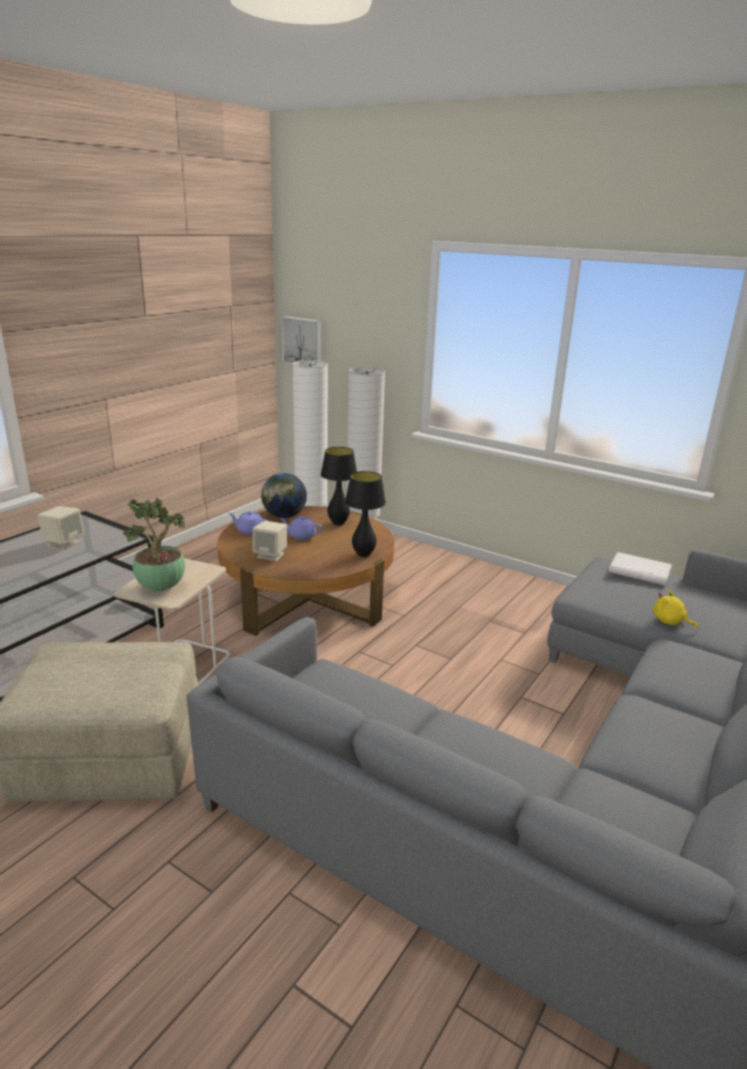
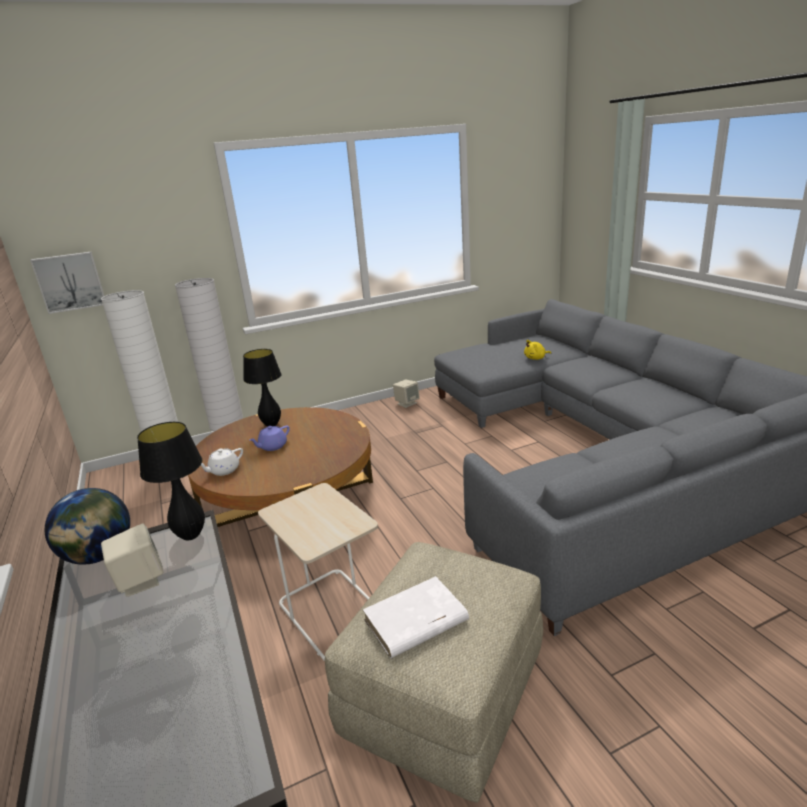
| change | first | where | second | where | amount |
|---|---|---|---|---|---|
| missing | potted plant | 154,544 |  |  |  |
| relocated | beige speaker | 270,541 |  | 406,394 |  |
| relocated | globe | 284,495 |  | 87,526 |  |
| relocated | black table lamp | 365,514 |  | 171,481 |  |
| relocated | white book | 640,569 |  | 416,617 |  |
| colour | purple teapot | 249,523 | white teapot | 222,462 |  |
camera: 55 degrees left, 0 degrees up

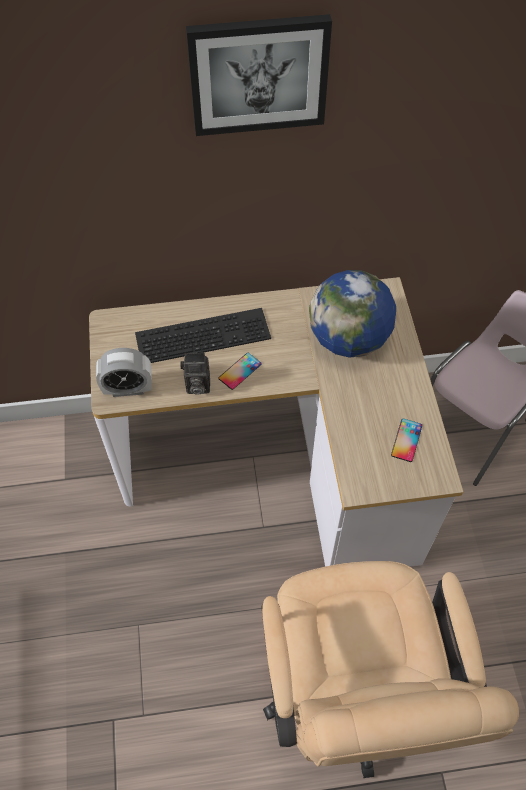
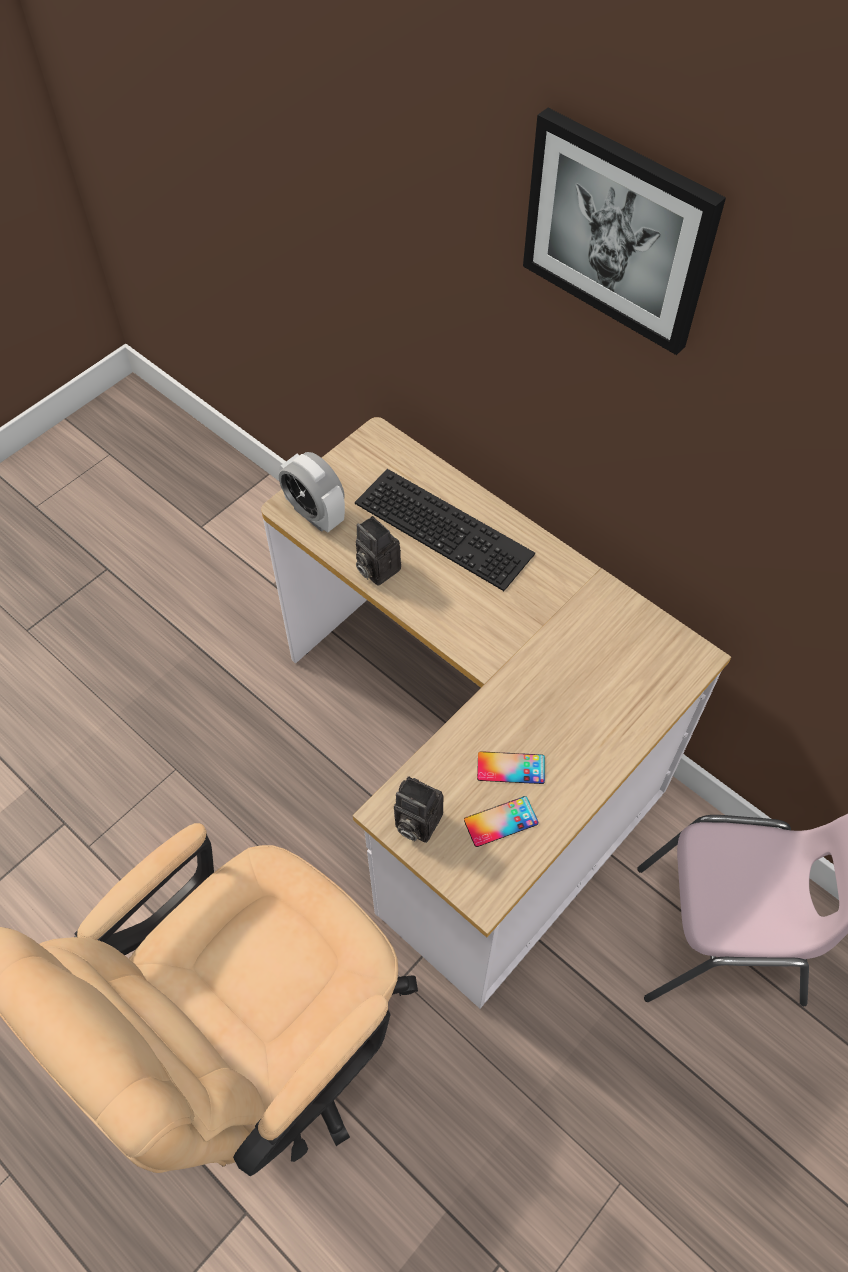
| change | first | where | second | where | amount |
|---|---|---|---|---|---|
| missing | globe | 352,314 |  |  |  |
| appeared |  |  | photo camera | 419,809 |  |
| relocated | phone | 240,371 |  | 511,767 |  |
camera: 50 degrees right, 0 degrees up

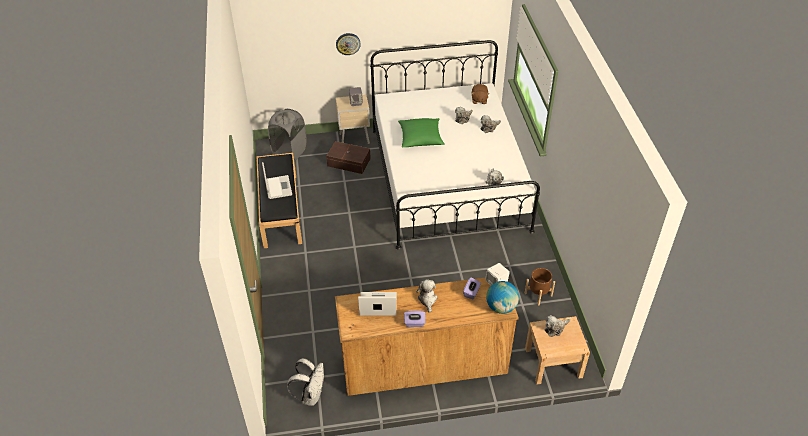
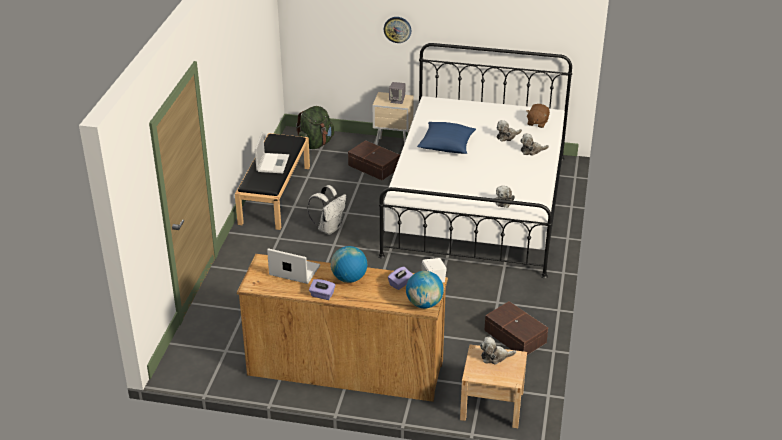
| change | first | where | second | where | amount |
|---|---|---|---|---|---|
| relocated | white backpack | 305,382 |  | 326,210 |  |
| exchanged | grey laundry basket | 287,134 | green backpack | 315,127 |  |
| exchanged | plush toy | 427,296 | globe | 349,264 |  |
| exchanged | brown planter | 540,286 | brown storage box | 516,328 |  |
| colour | green pillow | 421,132 | blue pillow | 446,138 |  |
camera: 20 degrees right, 10 degrees down

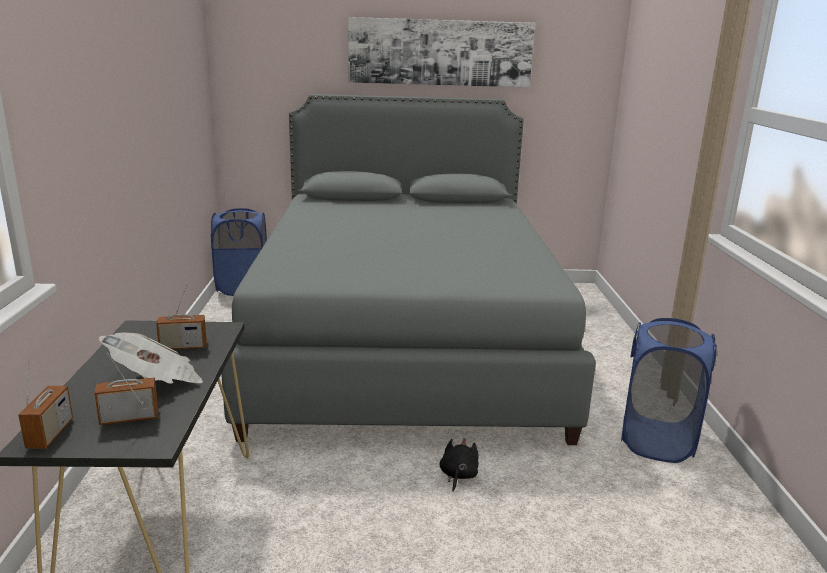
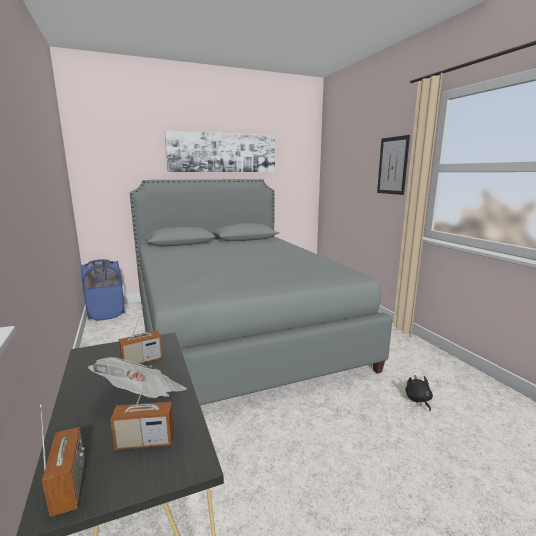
| change | first | where | second | where | amount |
|---|---|---|---|---|---|
| missing | blue laundry basket | 669,390 |  |  |  |
| appeared |  |  | picture | 393,165 |  |
| relocated | black plush toy | 459,465 |  | 419,393 |  |
| spun | radio | 126,389 |  | 142,407 | 150 degrees counterclockwise |
camera: 20 degrees left, 5 degrees down

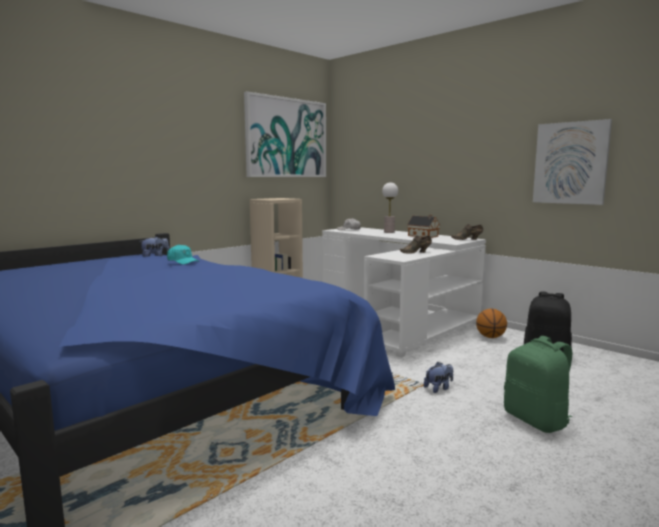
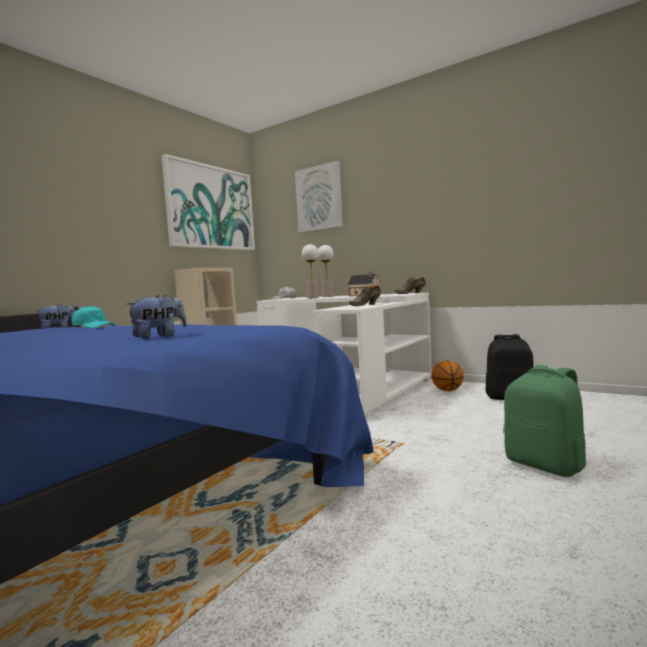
| change | first | where | second | where | amount |
|---|---|---|---|---|---|
| appeared |  |  | table lamp | 310,271 |  |
| relocated | plush toy | 438,377 |  | 156,316 |  |
| relocated | picture | 572,162 |  | 319,197 |  |
camera: 10 degrees left, 5 degrees down

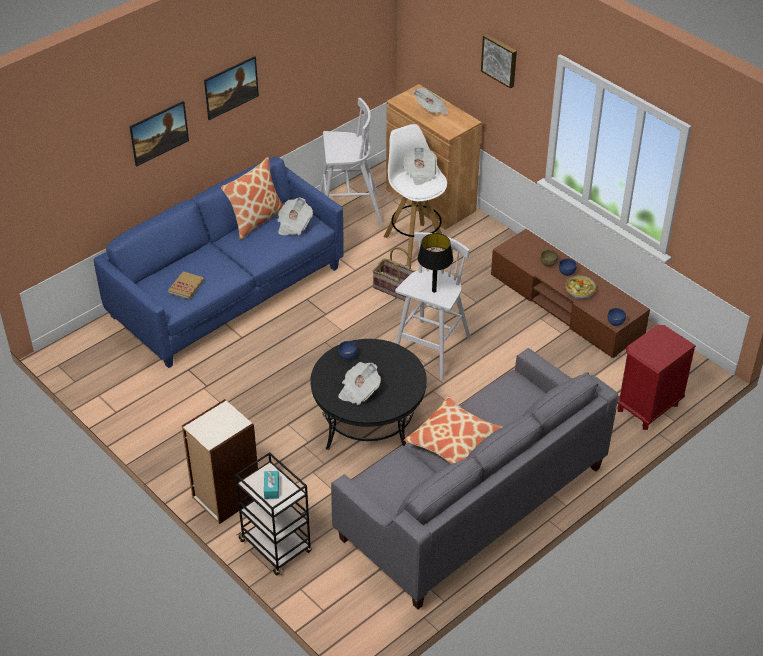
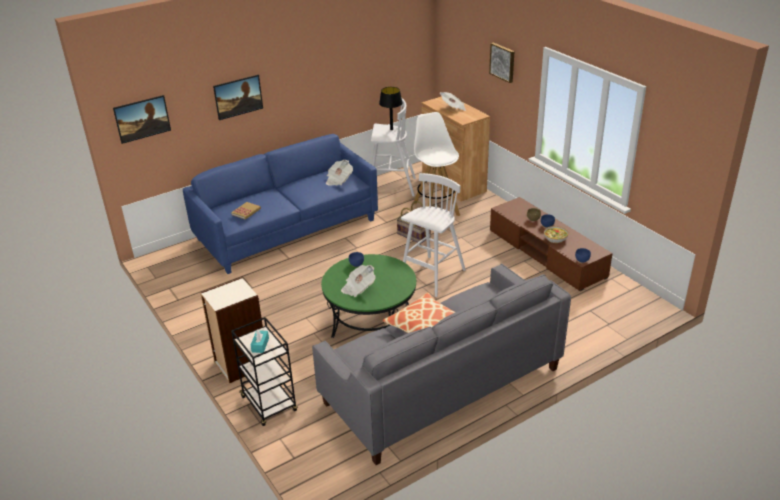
| change | first | where | second | where | amount |
|---|---|---|---|---|---|
| missing | pillow | 252,198 |  |  |  |
| missing | newspaper | 420,166 |  |  |  |
| missing | red nightstand | 657,377 |  |  |  |
| relocated | picture | 231,88 |  | 142,119 |  |
| relocated | black table lamp | 435,263 |  | 391,108 |  |
| colour | black coffee table | 368,394 | green coffee table | 368,296 |  |
camera: 10 degrees right, 10 degrees down

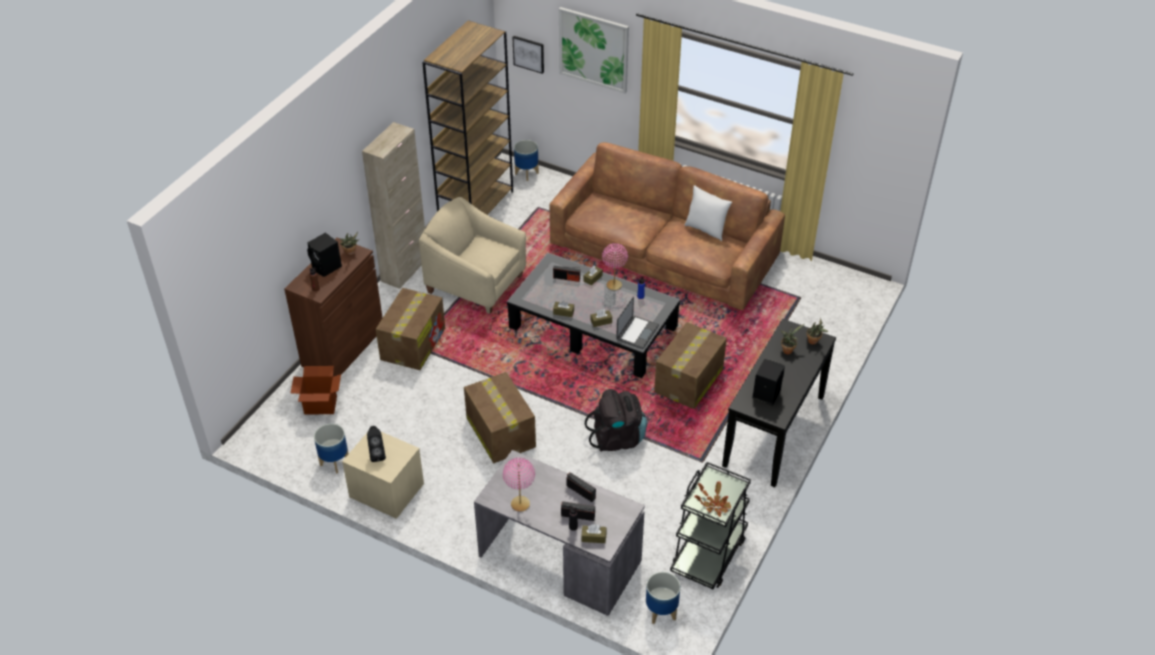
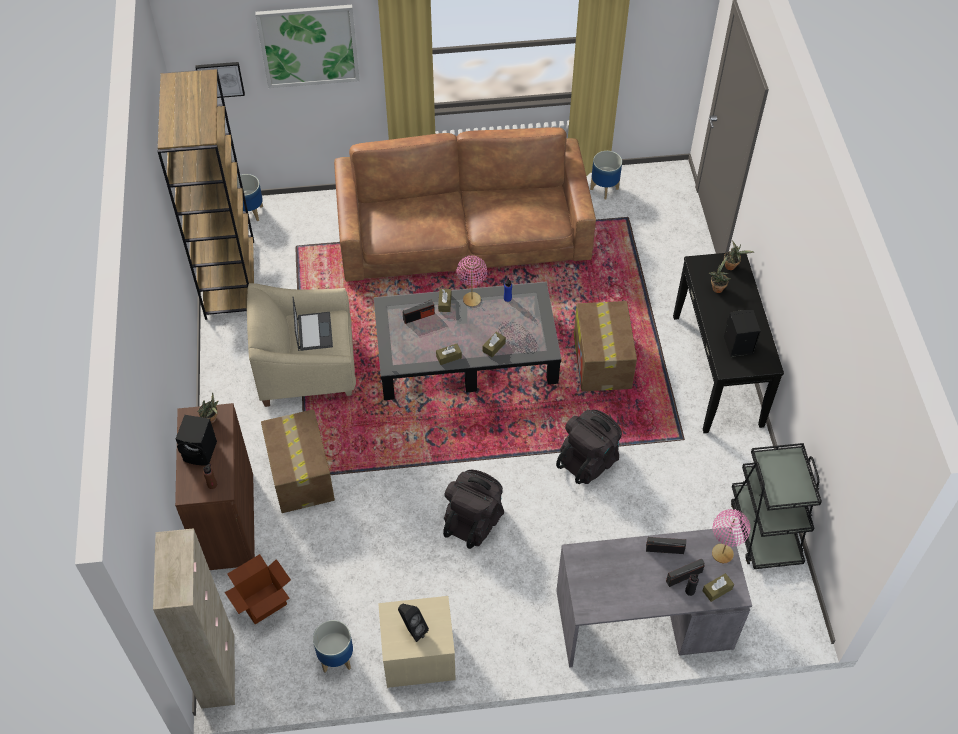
| change | first | where | second | where | amount |
|---|---|---|---|---|---|
| missing | white pillow | 708,213 |  |  |  |
| missing | potted plant | 712,499 |  |  |  |
| relocated | beige cabinet | 393,205 |  | 194,618 |  |
| relocated | pink table lamp | 519,485 |  | 731,536 |  |
| relocated | laptop | 637,322 |  | 313,324 |  |
| relocated | planter | 663,598 |  | 606,175 |  |
| exchanged | cardboard box | 500,417 | black backpack | 473,509 |  |
camera: 35 degrees left, 10 degrees up

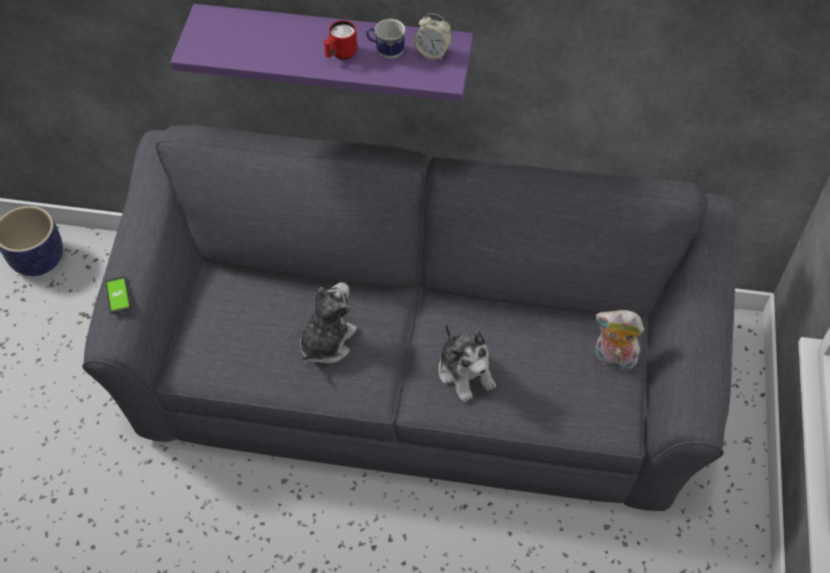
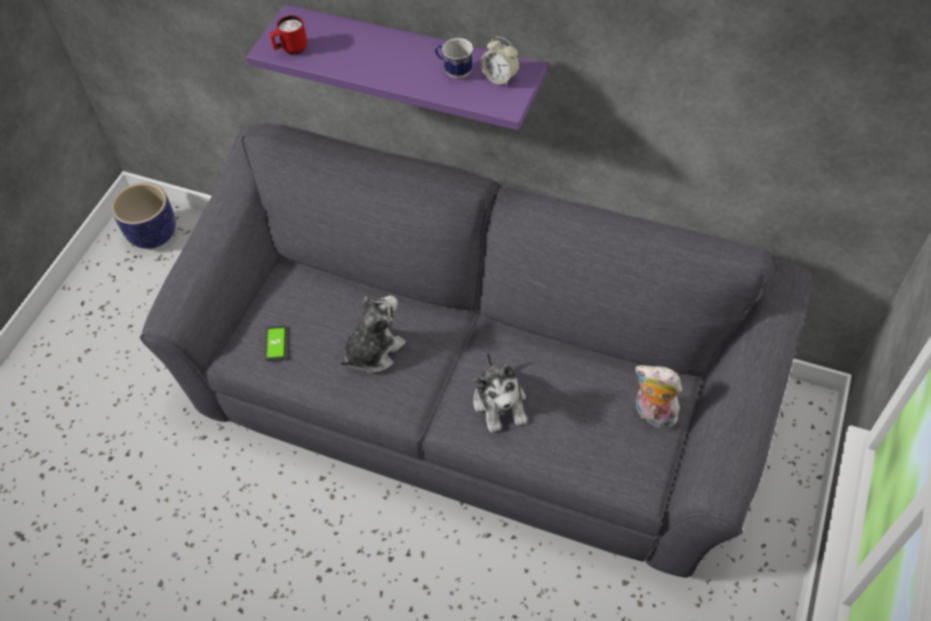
| change | first | where | second | where | amount |
|---|---|---|---|---|---|
| relocated | phone | 118,295 |  | 275,343 |  |
| relocated | red mug | 340,40 |  | 288,35 |  |
camera: 15 degrees right, 0 degrees up

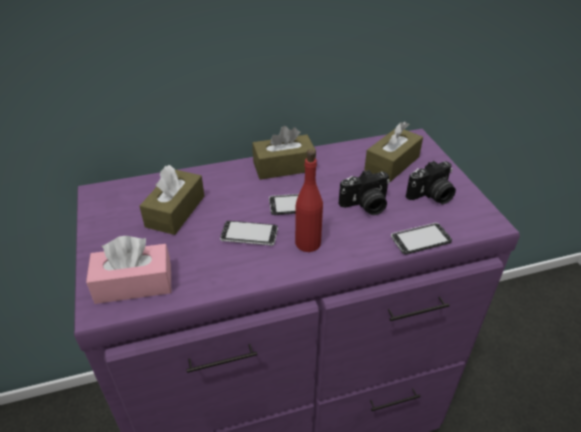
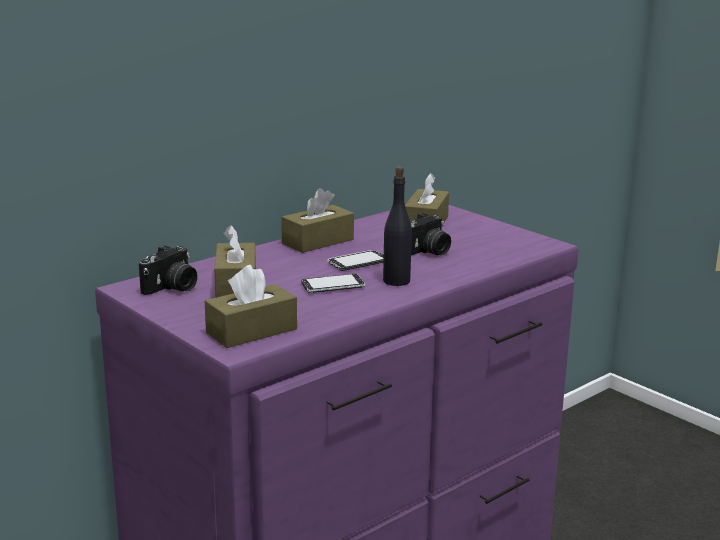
| change | first | where | second | where | amount |
|---|---|---|---|---|---|
| missing | phone | 421,239 |  |  |  |
| relocated | photo camera | 431,182 |  | 168,270 |  |
| colour | pink tissue box | 128,270 | brown tissue box | 251,306 |  |
| colour | red bottle | 309,200 | black bottle | 397,226 |  |
camera: 25 degrees left, 20 degrees down

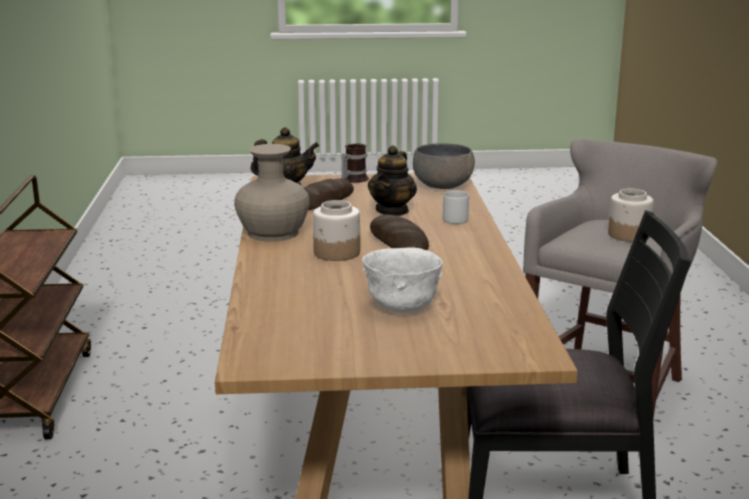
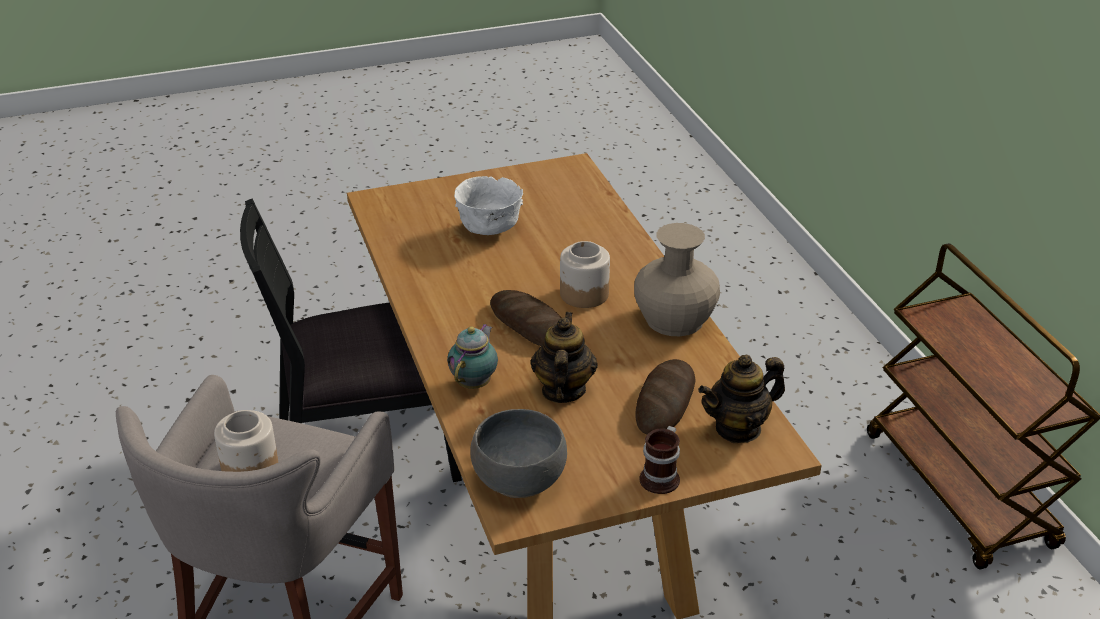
| change | first | where | second | where | amount |
|---|---|---|---|---|---|
| exchanged | grey mug | 456,207 | teapot | 472,356 |  |
camera: 165 degrees right, 15 degrees up

